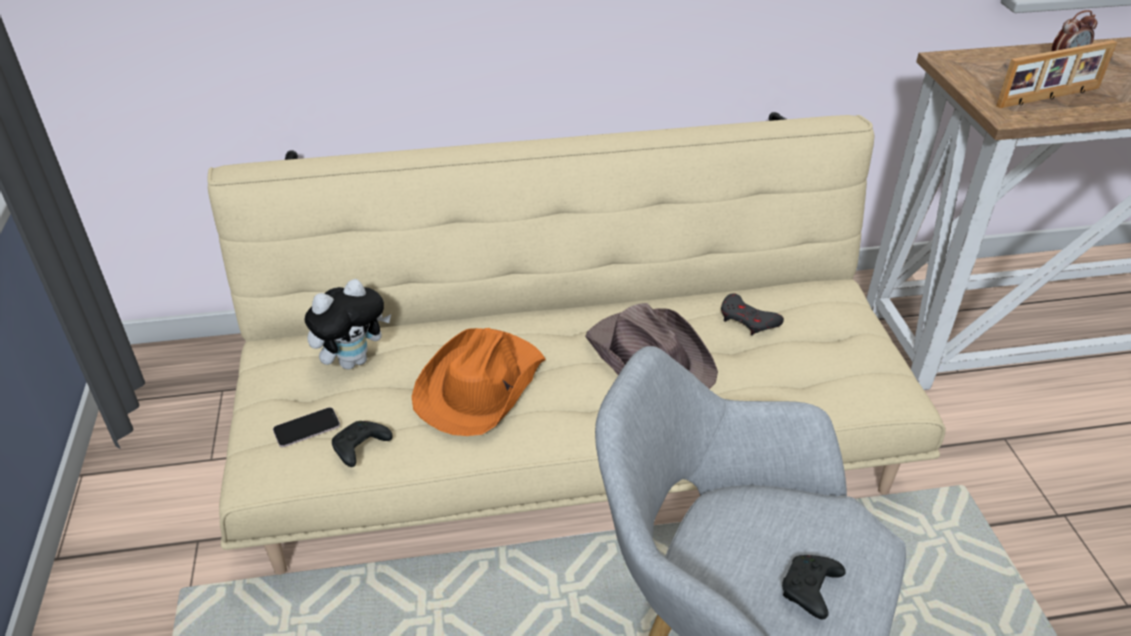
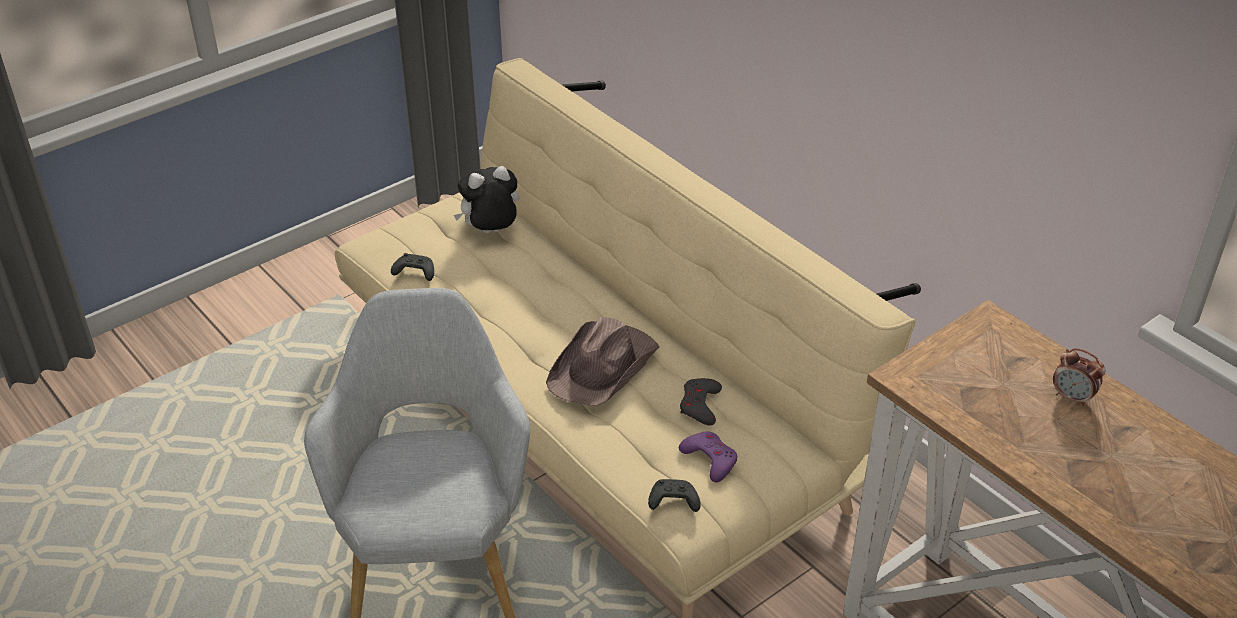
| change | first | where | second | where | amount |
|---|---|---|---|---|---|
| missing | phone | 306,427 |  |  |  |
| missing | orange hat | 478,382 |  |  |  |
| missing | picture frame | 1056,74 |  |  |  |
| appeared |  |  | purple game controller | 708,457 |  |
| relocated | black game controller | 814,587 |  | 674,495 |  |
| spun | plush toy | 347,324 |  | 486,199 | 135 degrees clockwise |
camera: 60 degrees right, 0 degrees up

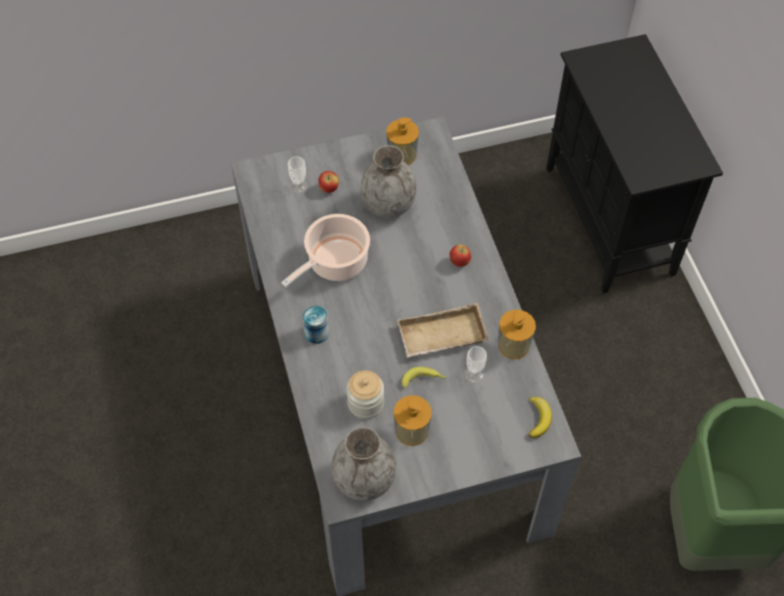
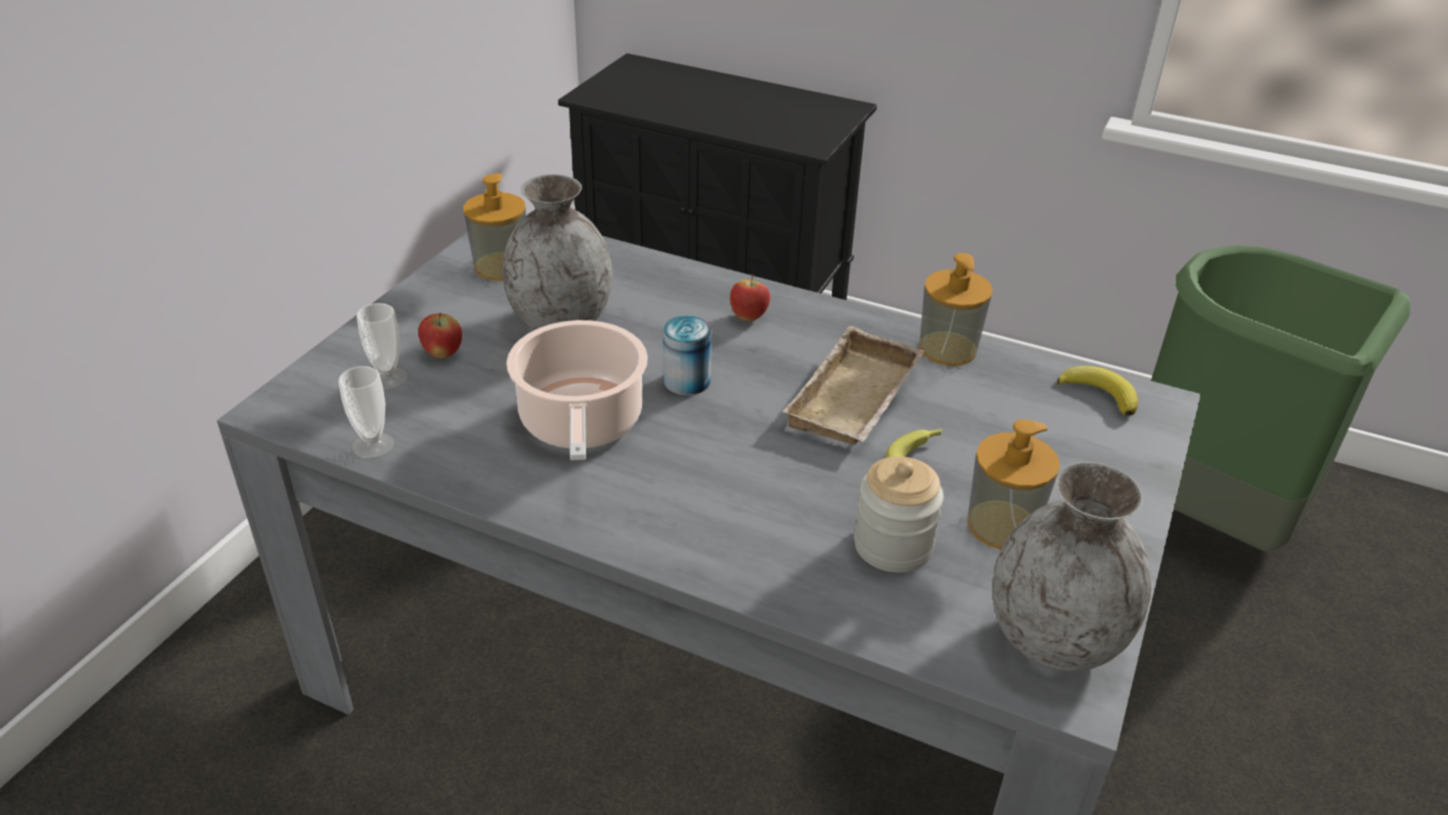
| change | first | where | second | where | amount |
|---|---|---|---|---|---|
| relocated | can | 316,325 |  | 687,355 |  |
| relocated | cup | 476,364 |  | 366,412 |  |
camera: 50 degrees left, 20 degrees down

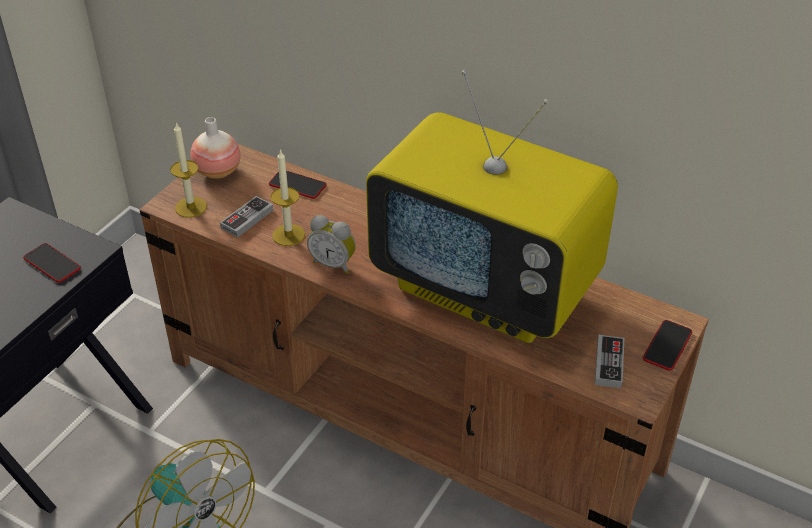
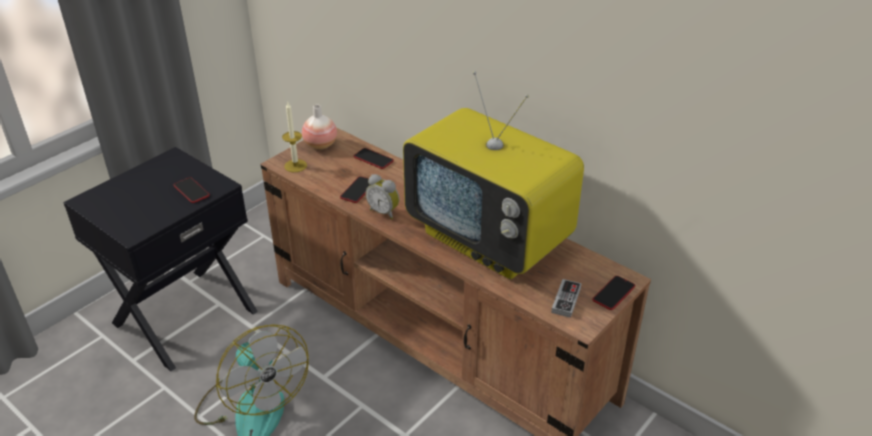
| change | first | where | second | where | amount |
|---|---|---|---|---|---|
| missing | game controller | 246,217 |  |  |  |
| exchanged | candle | 288,197 | phone | 354,189 |  |
camera: 10 degrees right, 5 degrees down

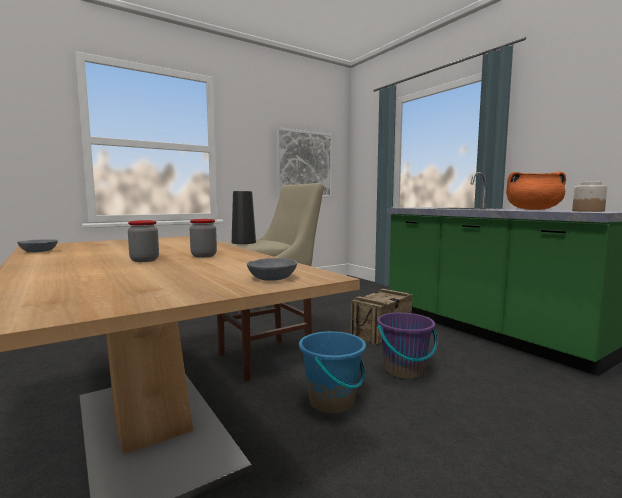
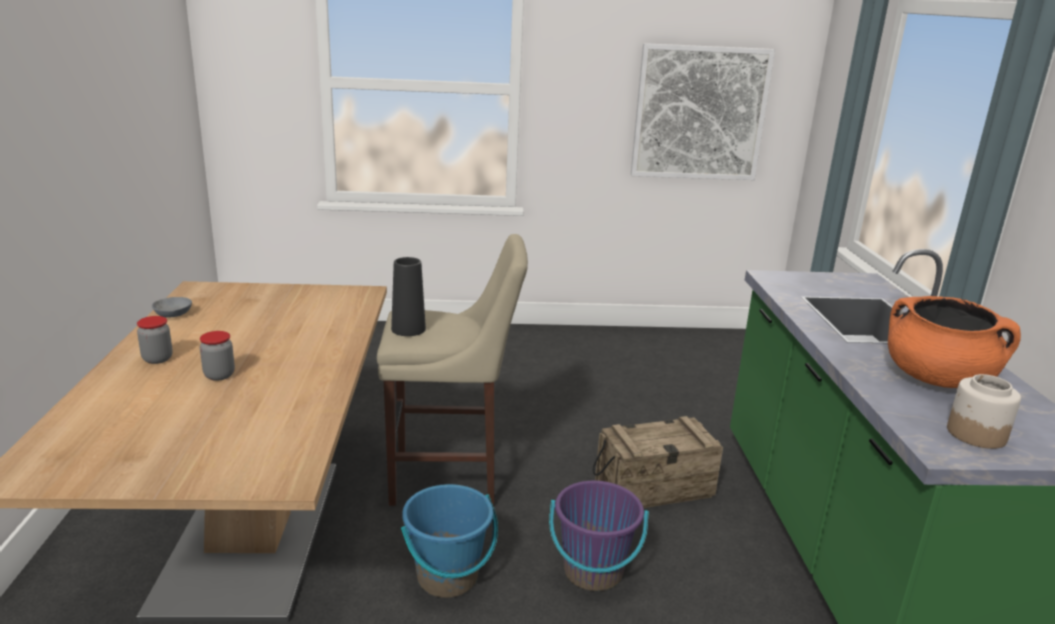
| change | first | where | second | where | amount |
|---|---|---|---|---|---|
| missing | grey bowl | 272,269 |  |  |  |
| relocated | jar | 203,238 |  | 155,340 |  |
camera: 30 degrees right, 15 degrees up

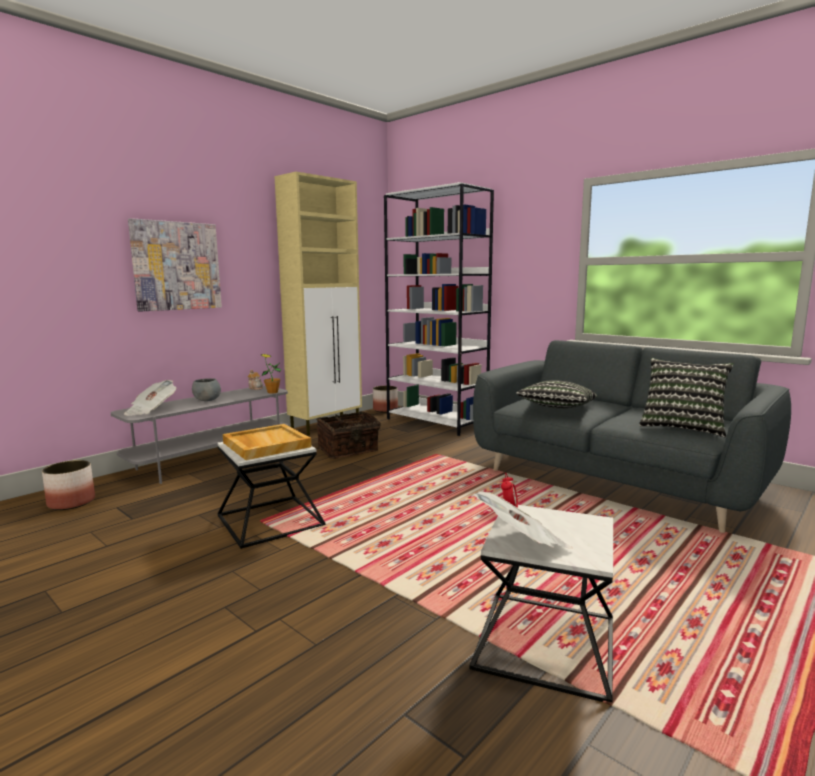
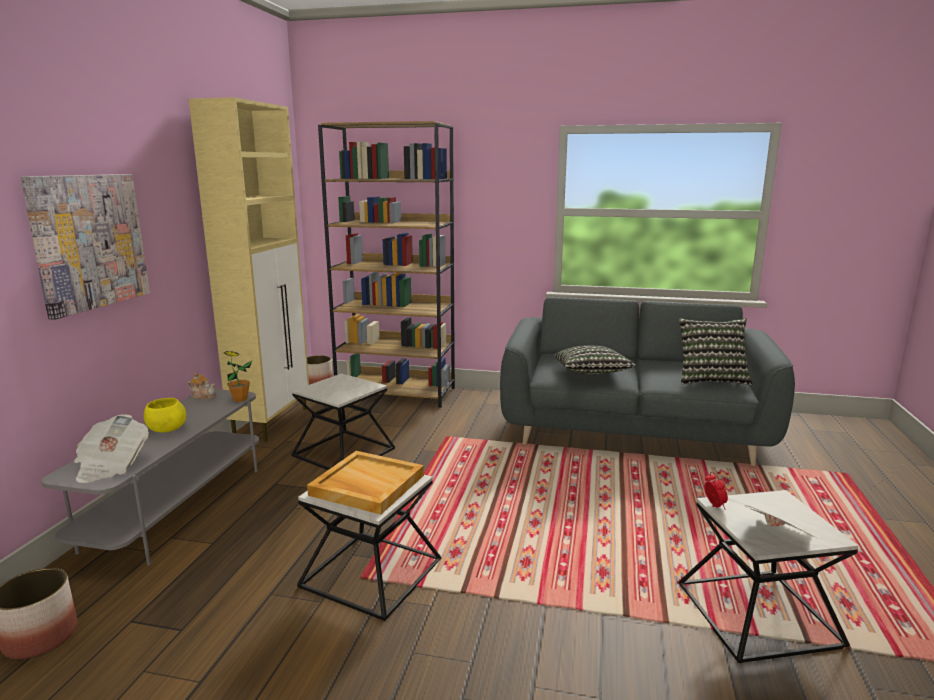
| change | first | where | second | where | amount |
|---|---|---|---|---|---|
| exchanged | basket | 348,435 | side table | 343,421 |  |
| colour | grey bowl | 206,389 | yellow bowl | 165,415 |  |
| colour | white bookcase | 439,309 | brown bookcase | 386,264 |  |
camera: 30 degrees left, 5 degrees up

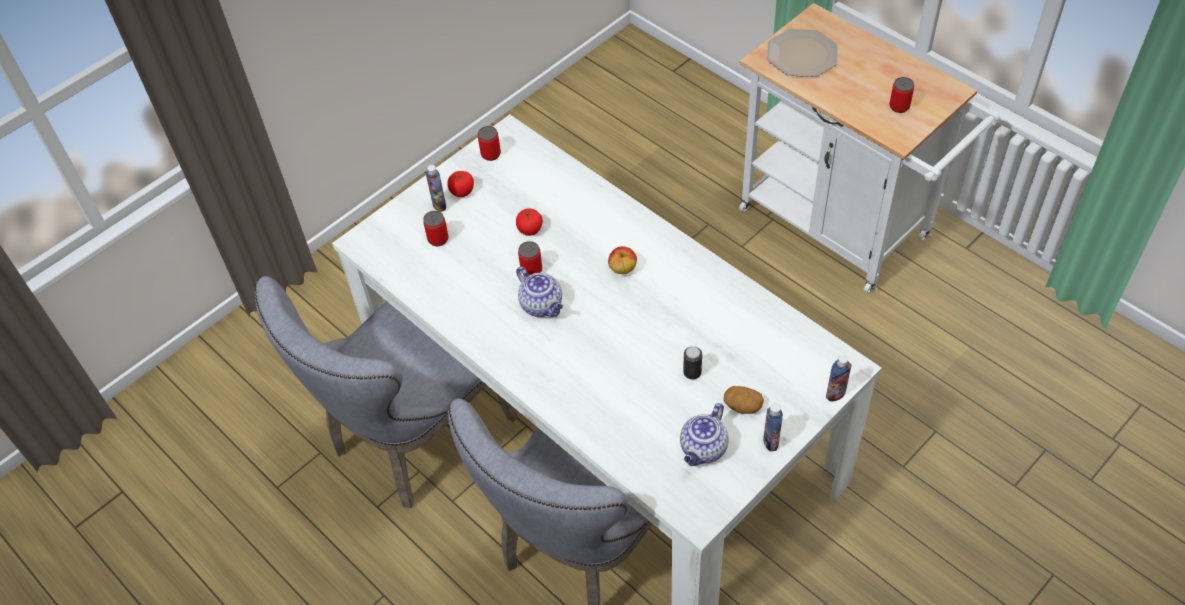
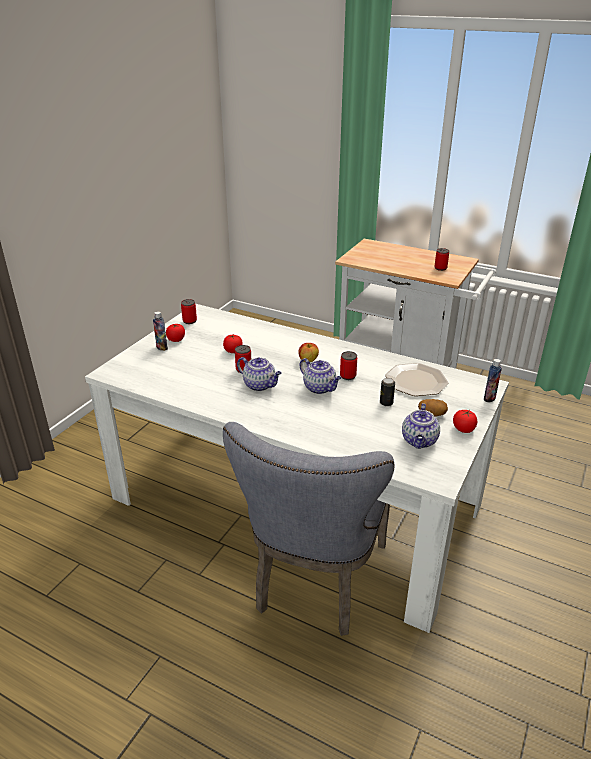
| change | first | where | second | where | amount |
|---|---|---|---|---|---|
| missing | grey chair | 386,392 |  |  |  |
| appeared |  |  | teapot | 320,376 |  |
| relocated | can | 436,228 |  | 348,365 |  |
| relocated | plate | 802,53 |  | 416,379 |  |
| exchanged | bottle | 773,427 | tomato | 465,421 |  |
camera: 20 degrees left, 20 degrees down

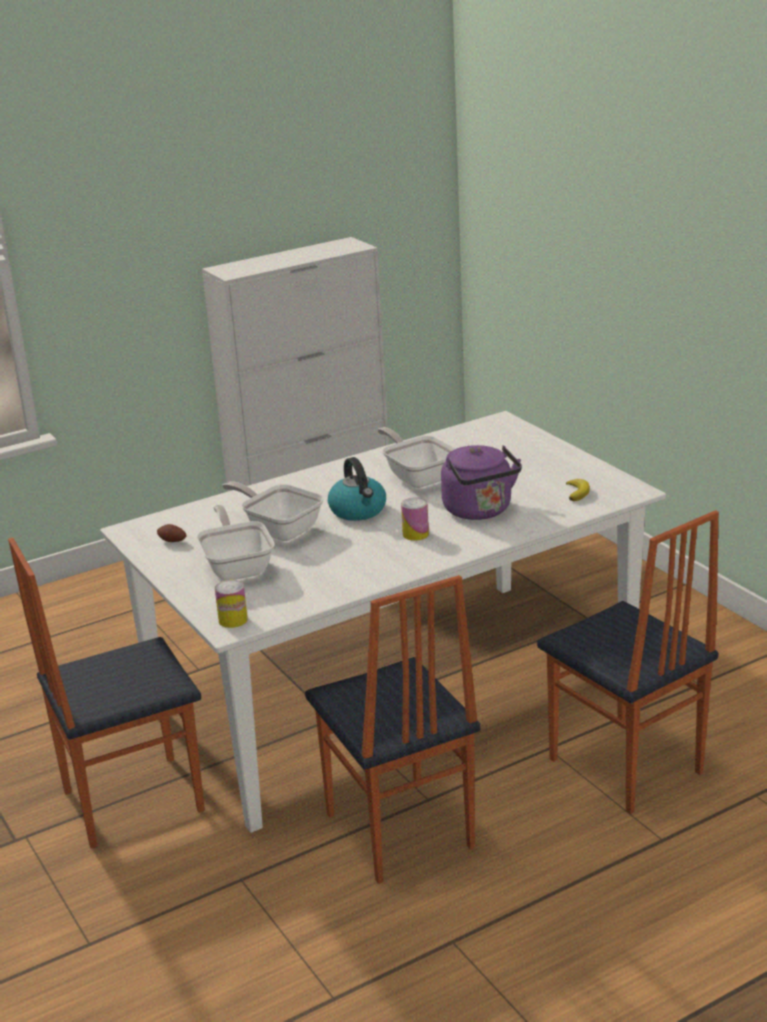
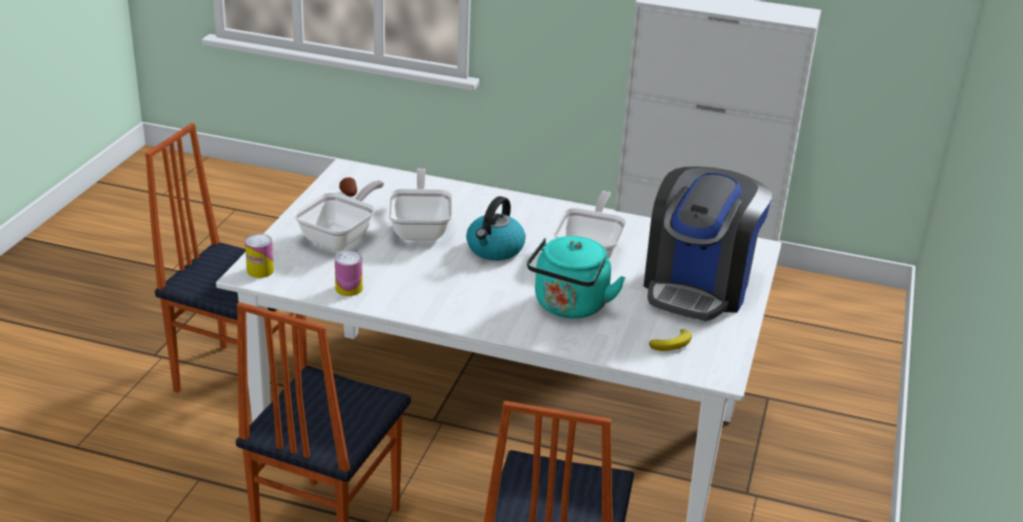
| change | first | where | second | where | amount |
|---|---|---|---|---|---|
| appeared |  |  | coffee machine | 708,244 |  |
| relocated | can | 415,519 |  | 349,273 |  |
| colour | purple kettle | 481,482 | turquoise kettle | 576,277 |  |
camera: 45 degrees right, 5 degrees up

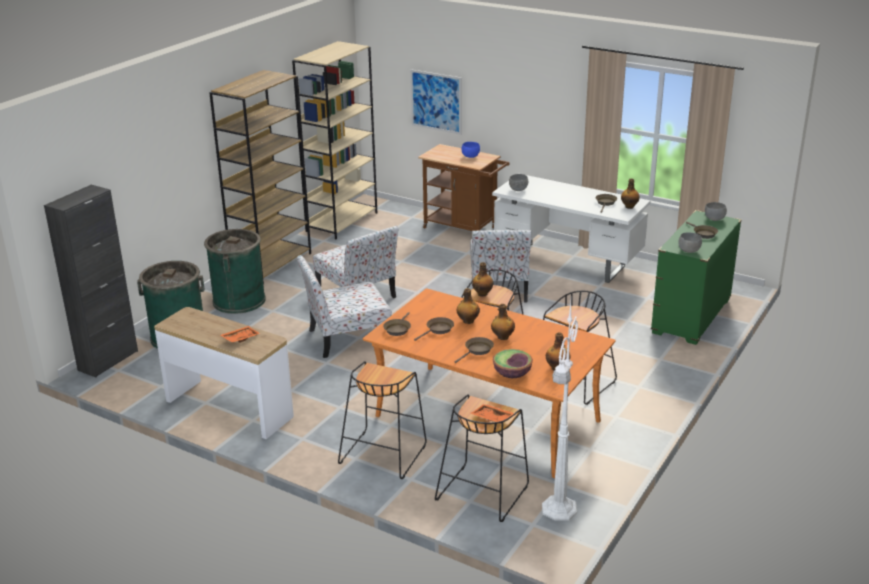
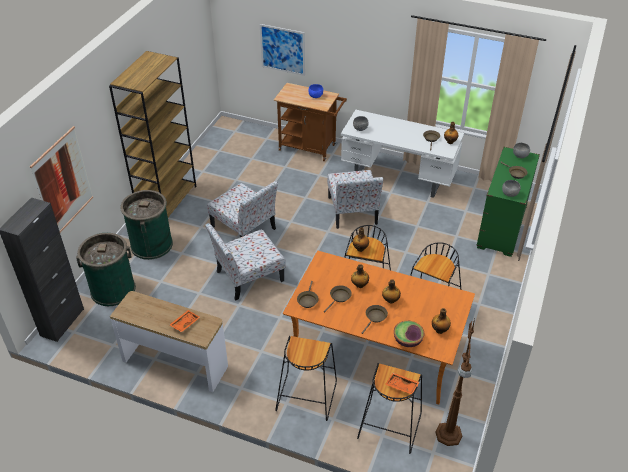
| change | first | where | second | where | amount |
|---|---|---|---|---|---|
| missing | beige bookcase | 334,140 |  |  |  |
| appeared |  |  | picture | 61,179 |  |
| colour | white floor lamp | 560,411 | brown floor lamp | 455,382 |  |
camera: 10 degrees left, 15 degrees up

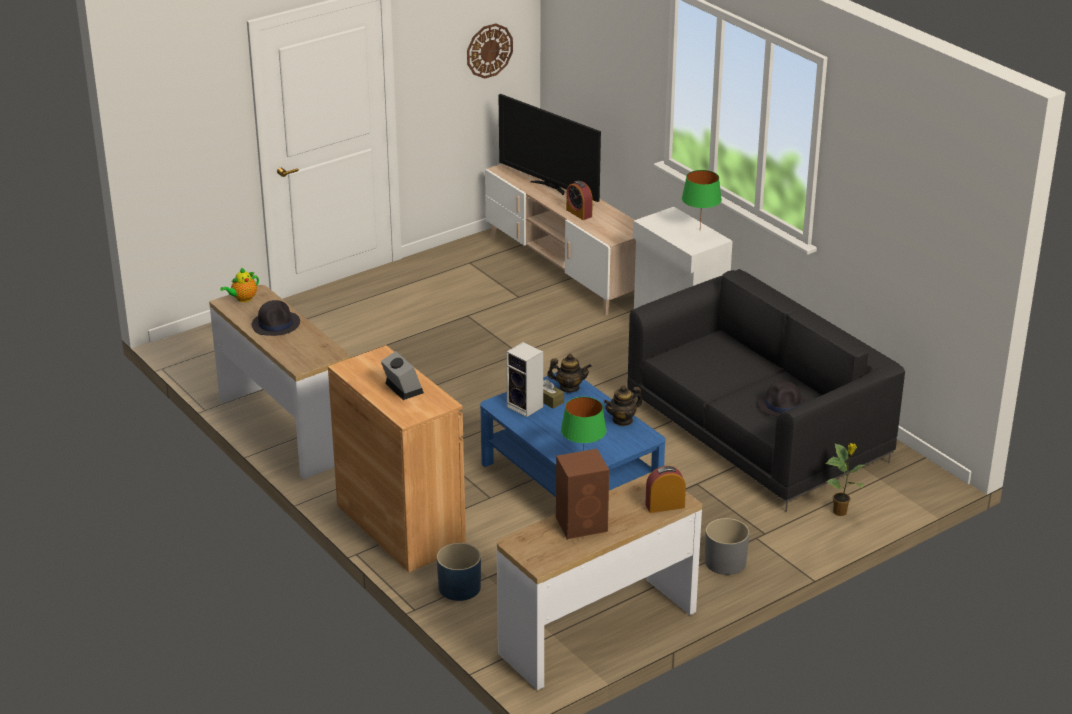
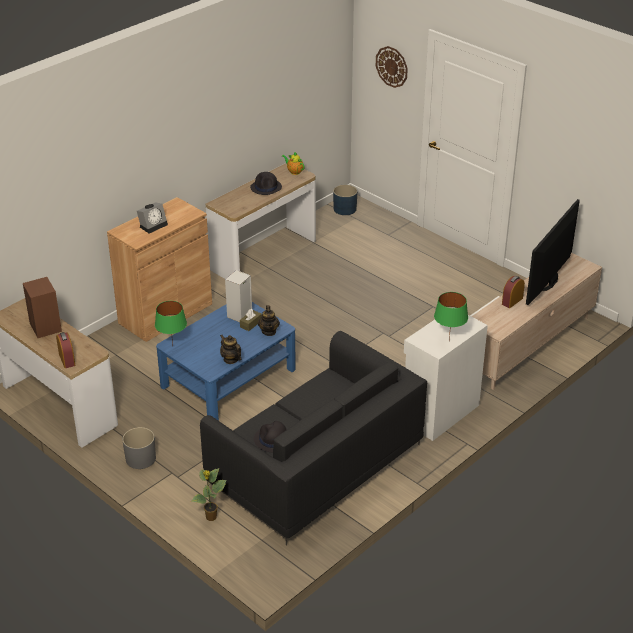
| change | first | where | second | where | amount |
|---|---|---|---|---|---|
| relocated | blue planter | 459,572 |  | 345,200 |  |
| relocated | wall clock | 490,51 |  | 392,67 |  |
camera: 80 degrees right, 5 degrees up

